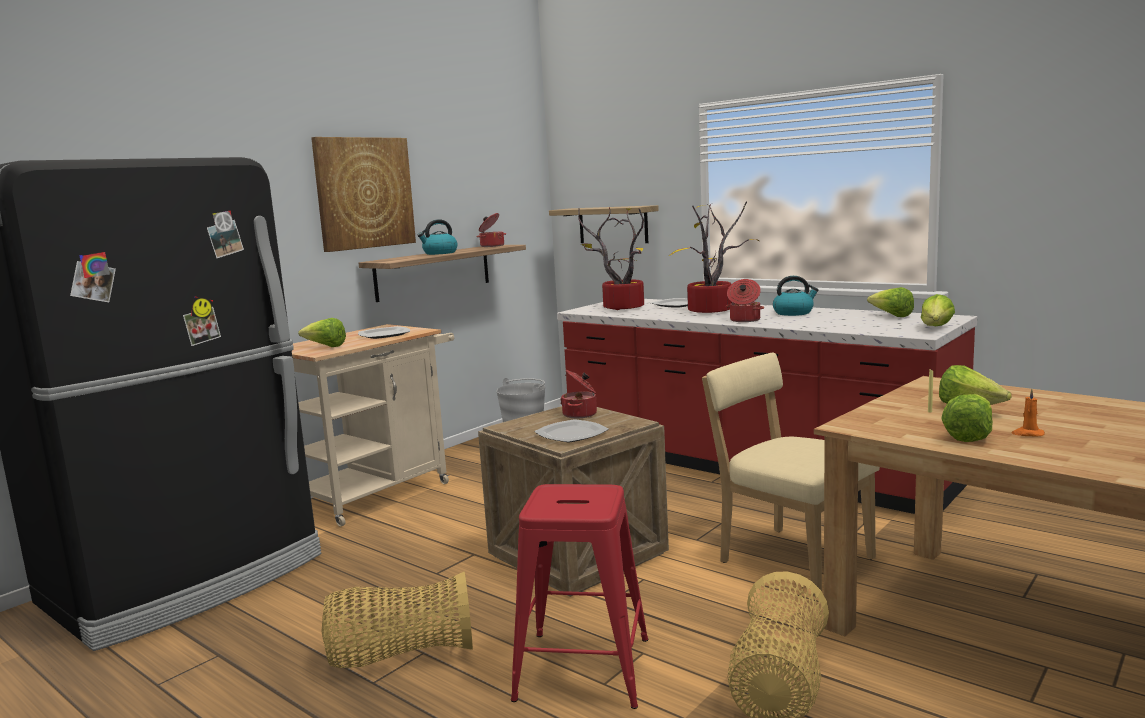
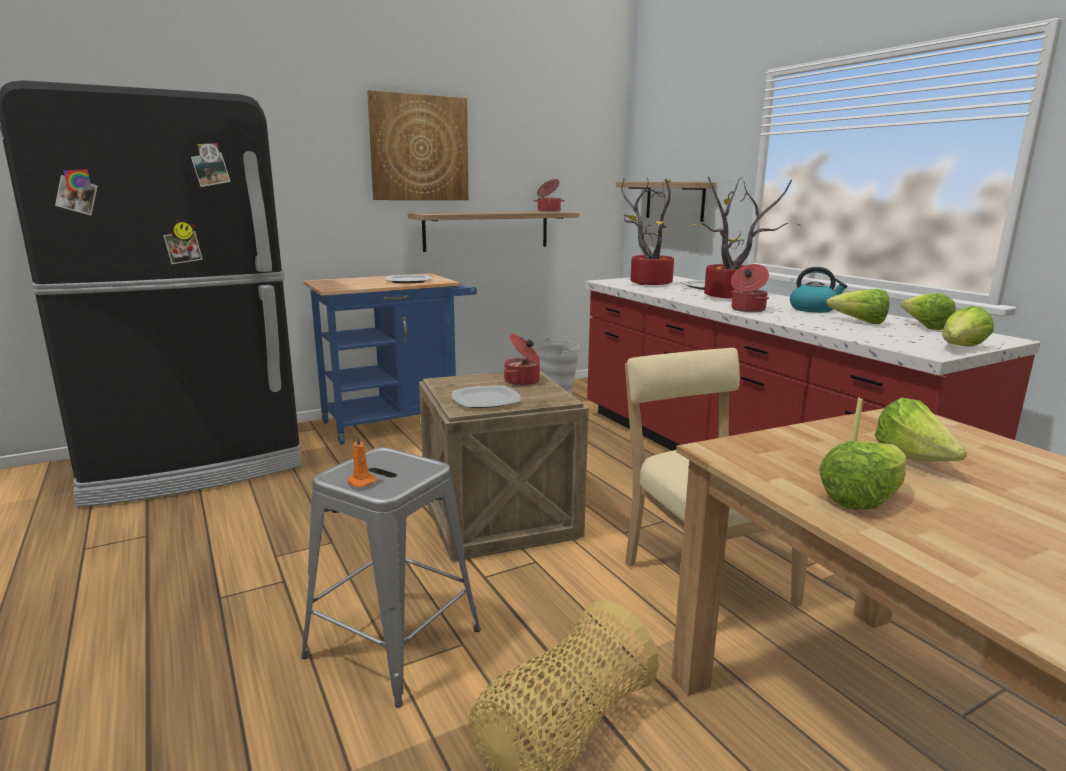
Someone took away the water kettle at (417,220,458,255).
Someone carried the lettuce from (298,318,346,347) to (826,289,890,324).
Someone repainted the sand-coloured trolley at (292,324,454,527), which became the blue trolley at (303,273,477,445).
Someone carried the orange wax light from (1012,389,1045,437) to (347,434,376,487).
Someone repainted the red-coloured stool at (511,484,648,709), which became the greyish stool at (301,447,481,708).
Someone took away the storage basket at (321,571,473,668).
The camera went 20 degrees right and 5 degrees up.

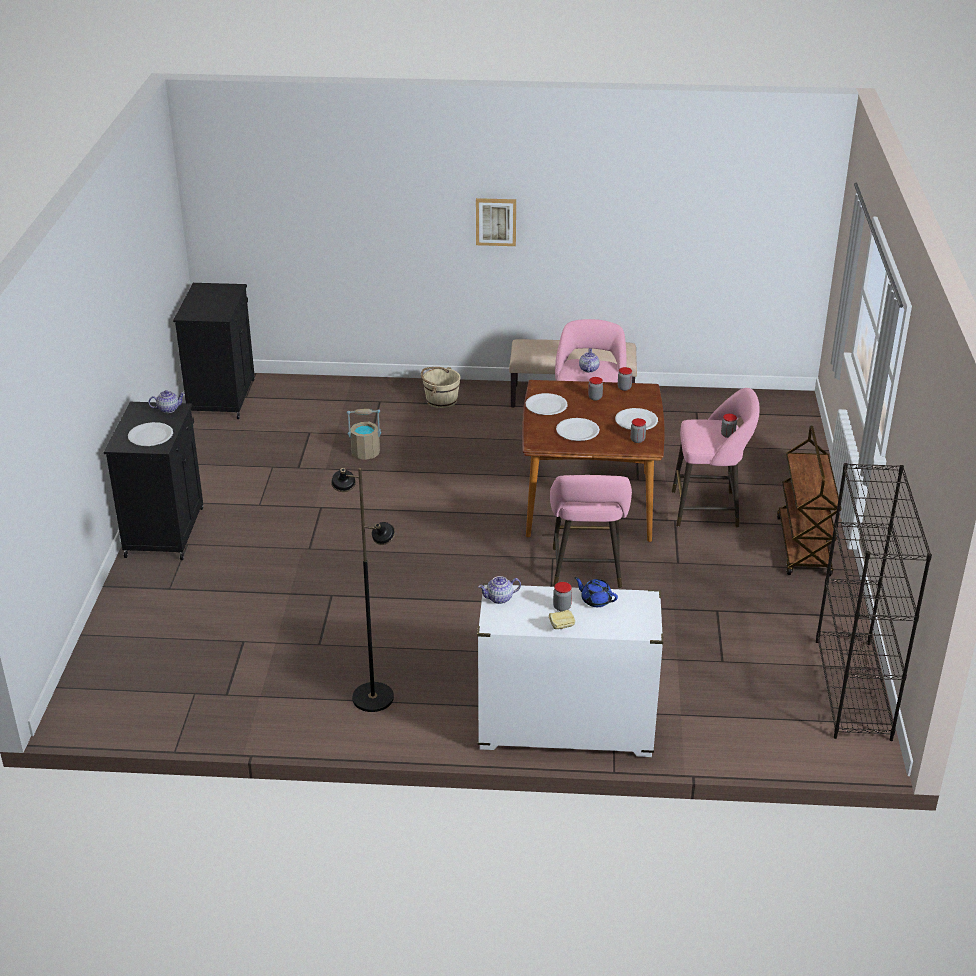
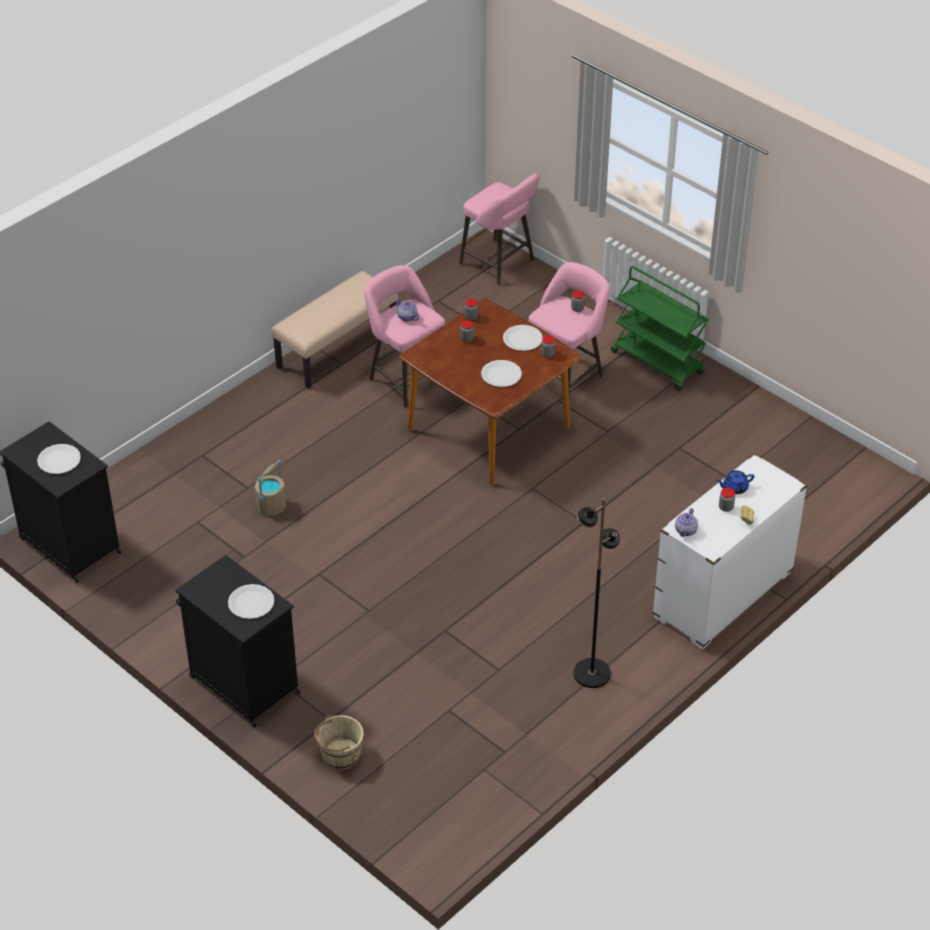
Someone took away the wall art at (476,198,516,246).
Someone carried the sand-coloured bucket from (421,367,460,408) to (314,715,364,770).
Someone took away the pot for tea at (148,390,185,413).
Someone carried the whitish plate from (525,393,568,415) to (37,444,81,474).
Someone repainted the brown-coloured trolley at (777,426,842,577), which became the greenish trolley at (611,266,709,390).
Someone took away the black-coloured bookcase at (816,463,932,741).
Someone carried the pinkish stool from (550,475,632,588) to (459,174,539,285).
The camera went 50 degrees left and 10 degrees up.

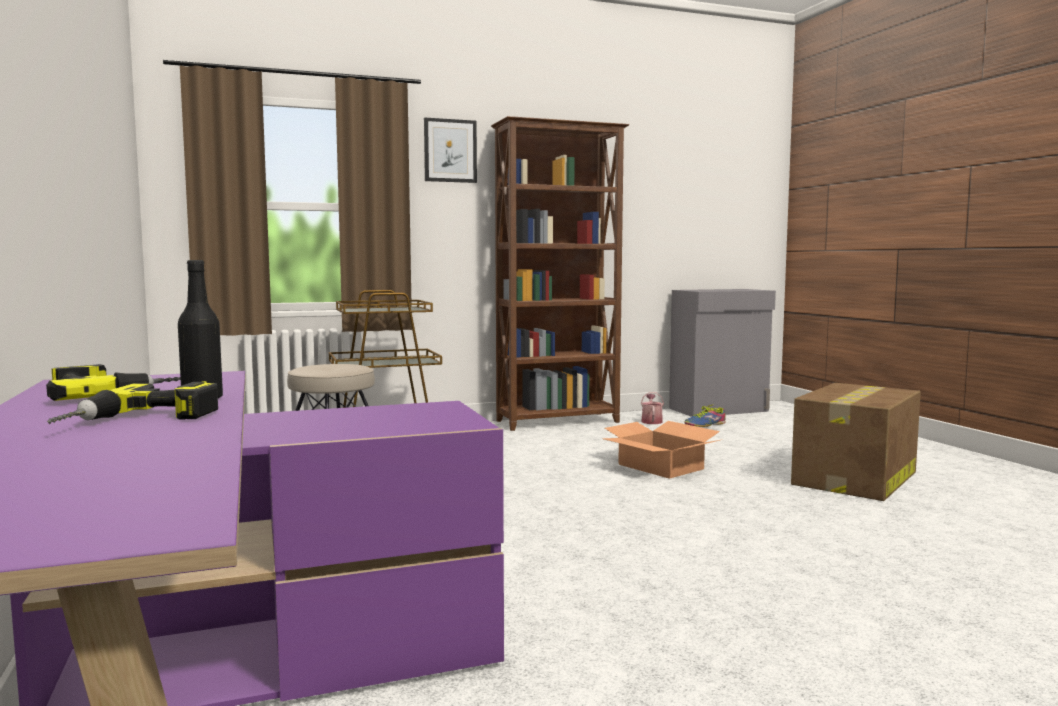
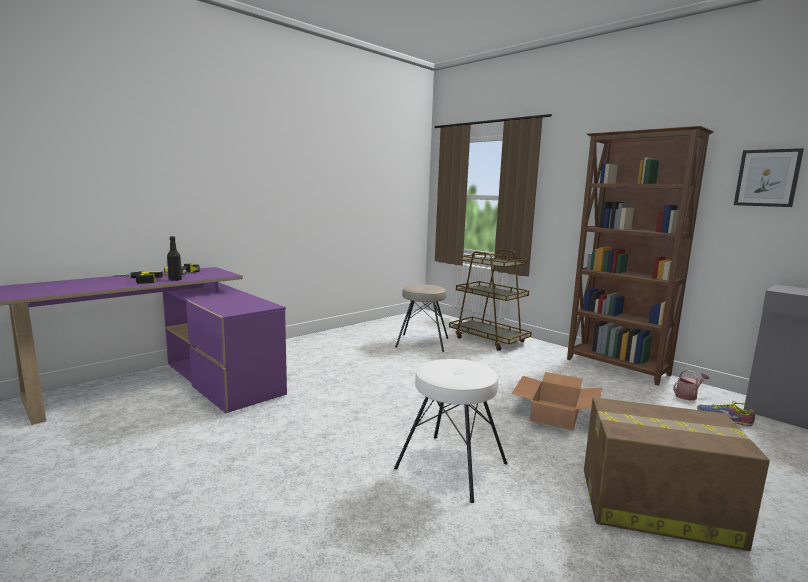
Someone carried the wall art from (424,118,477,183) to (734,148,804,207).
Someone put down the whitish stool at (394,359,508,503).
The camera went 65 degrees right and 5 degrees up.

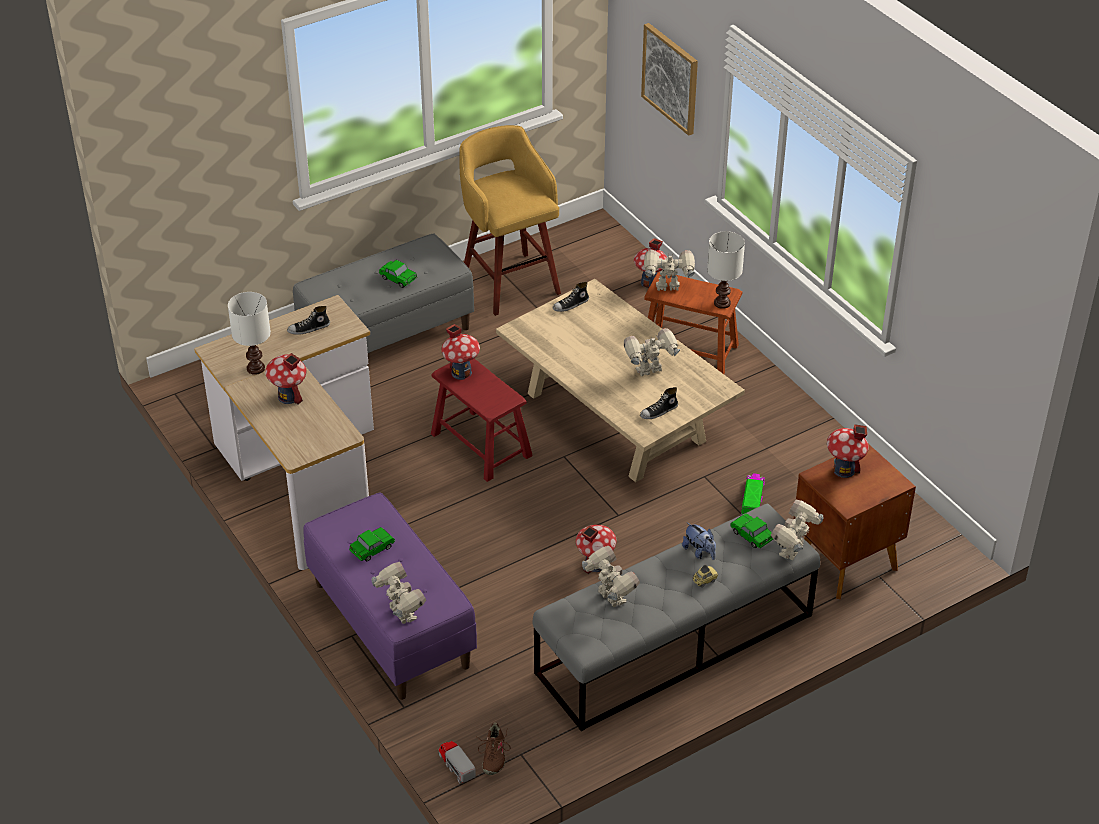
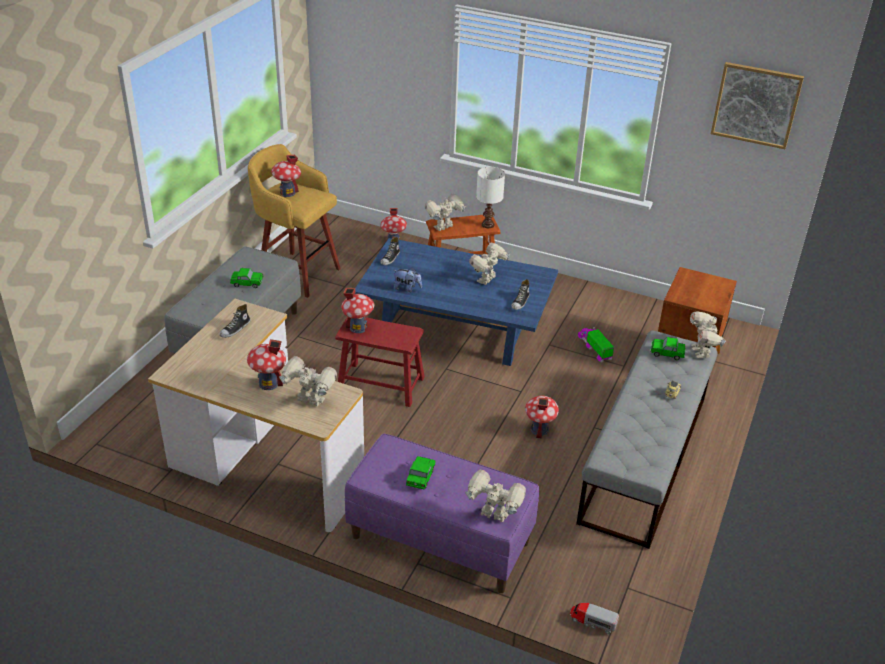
Someone carried the wall art from (641,23,698,136) to (711,62,804,149).
Someone repainted the sand-coloured coffee table at (496,279,745,482), which became the blue coffee table at (355,238,558,366).
Someone took away the whitish table lamp at (228,292,271,375).
Someone carried the miniature house from (827,424,869,478) to (271,155,301,197).
Someone carried the cuddly toy from (682,522,716,560) to (393,268,422,292).
Someone carried the robot figure from (582,546,640,607) to (279,356,337,406).
Someone took away the brown-coloured item of footwear at (477,723,510,775).
The camera went 35 degrees left and 5 degrees down.

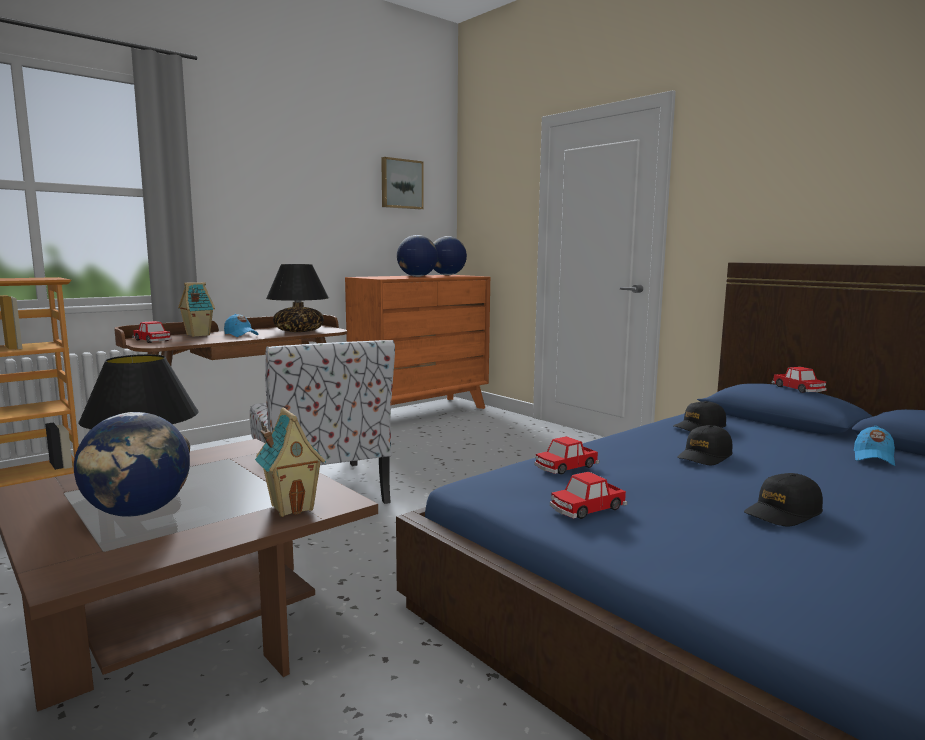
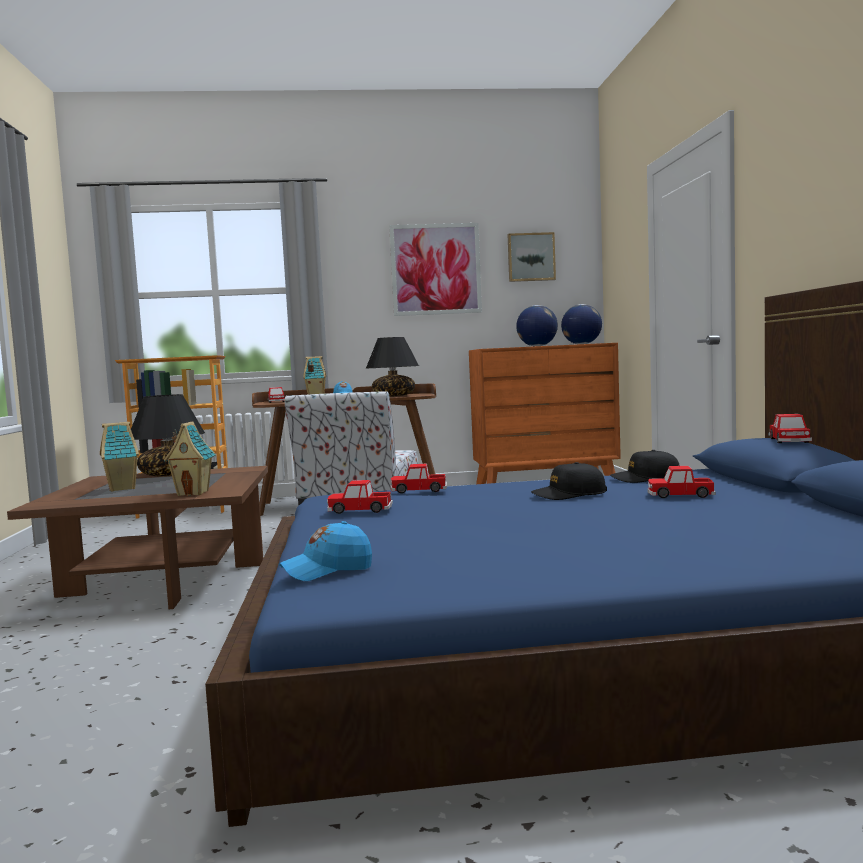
Someone swapped the desk globe at (74,412,190,517) for the miniature house at (100,422,139,492).
Someone carried the blue peaked cap from (854,426,895,466) to (279,521,372,581).
Someone took away the black-coloured peaked cap at (744,473,823,526).
Someone put up the wall art at (389,223,482,316).
Someone put down the toy car at (647,466,716,498).
The camera went 35 degrees right and 5 degrees down.

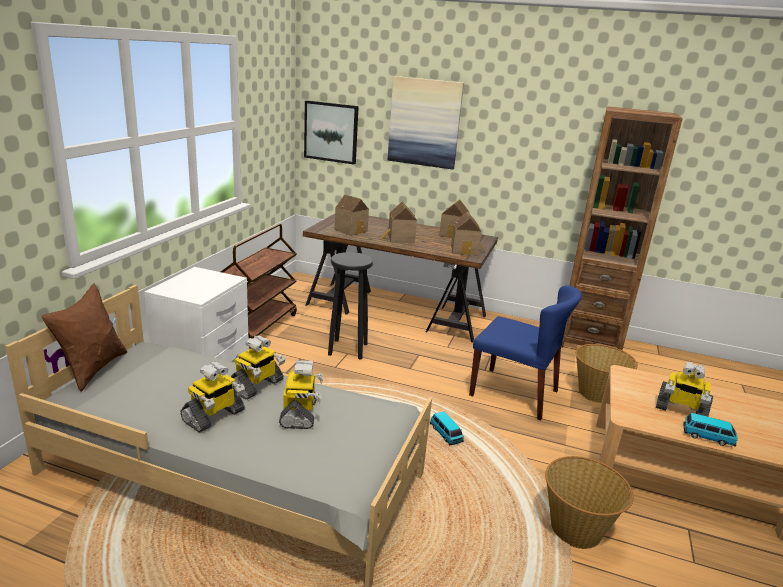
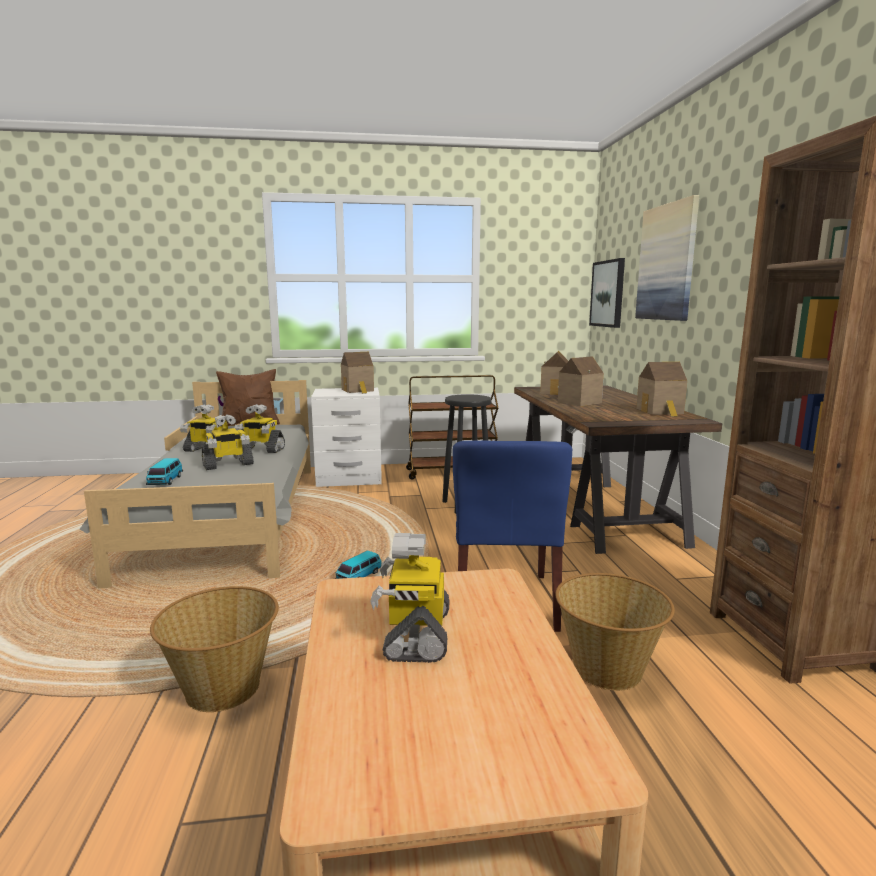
Someone carried the miniature house from (451,212,485,255) to (341,352,374,394).
Someone carried the toy car from (684,413,738,447) to (146,458,183,485).
The camera went 65 degrees right and 10 degrees down.

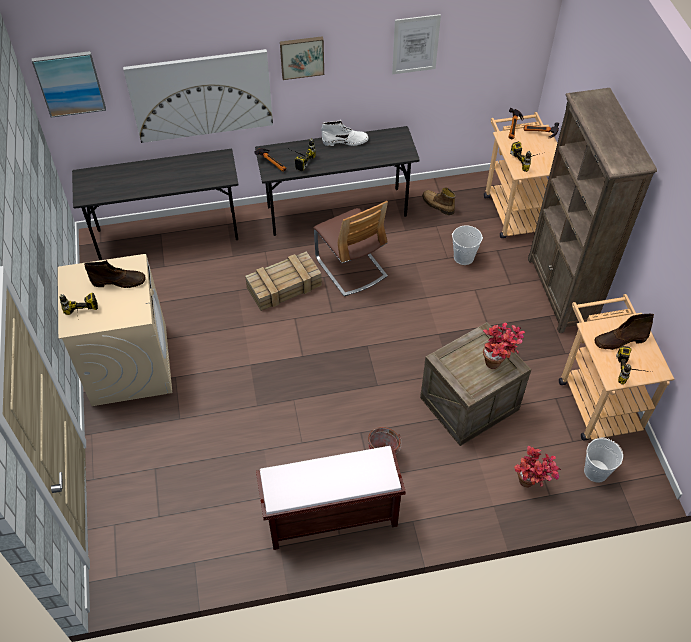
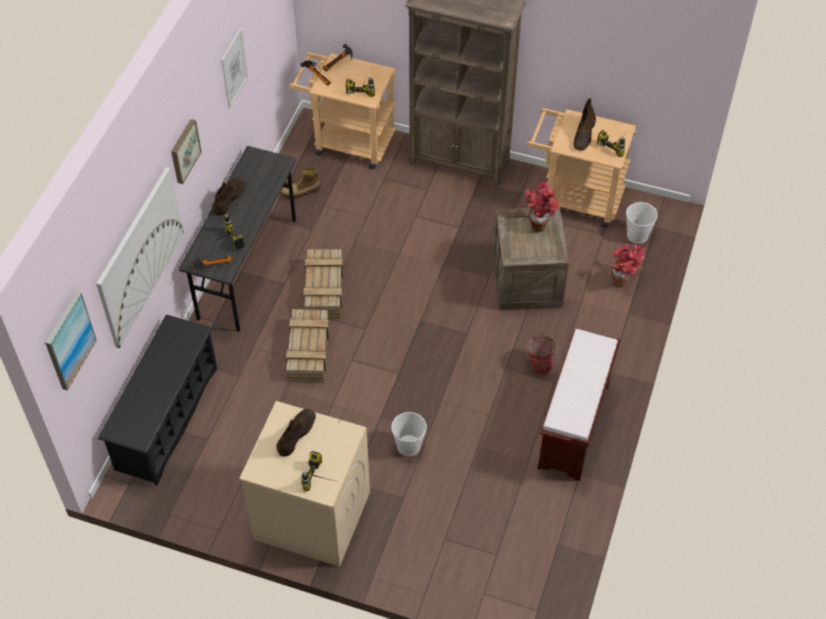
Someone repainted the whitish tall boot at (321,120,369,146), which became the brown-coloured tall boot at (212,177,245,216).
Someone swapped the greyish desk at (72,149,239,260) for the black-coloured shoe shelf at (97,315,217,486).
Someone swapped the chair at (314,201,388,296) for the crate at (303,249,343,318).
Someone carried the whitish bucket from (452,225,483,265) to (391,412,427,456).
The camera went 60 degrees left and 0 degrees up.

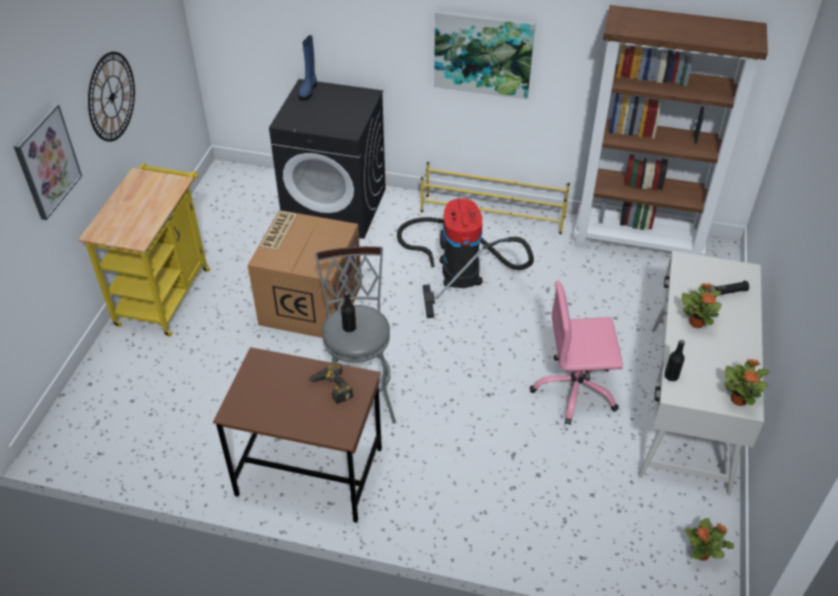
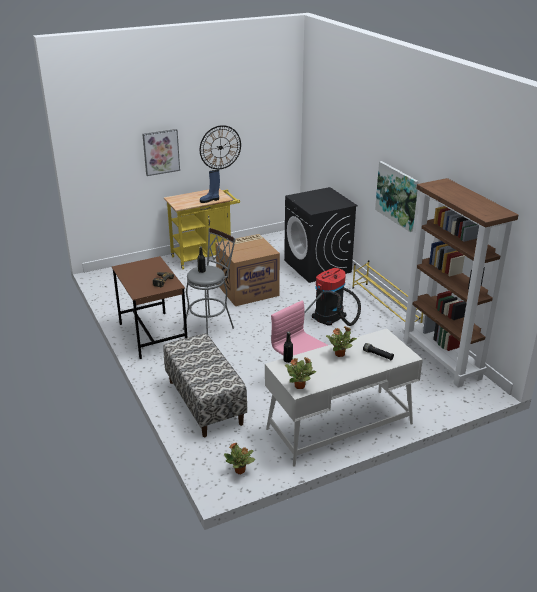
Someone carried the blue tall boot from (298,35,317,101) to (200,170,220,203).
Someone put down the indoor bench at (163,333,247,437).
The camera went 50 degrees right and 15 degrees down.

